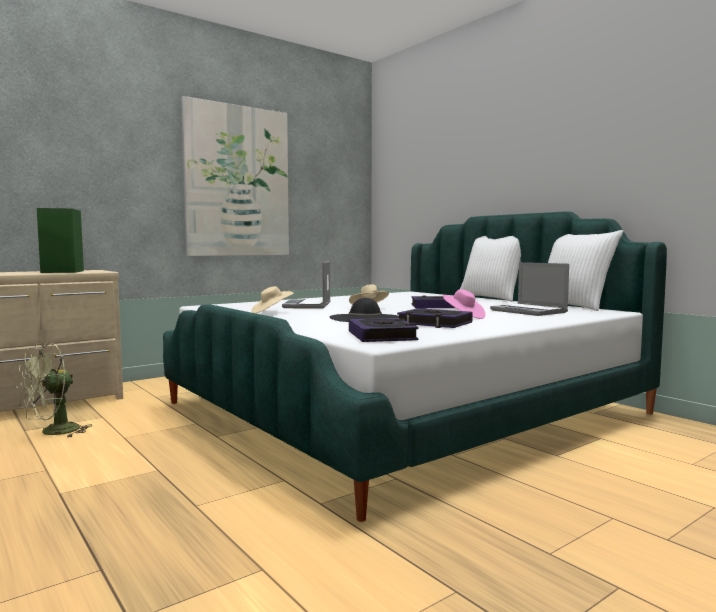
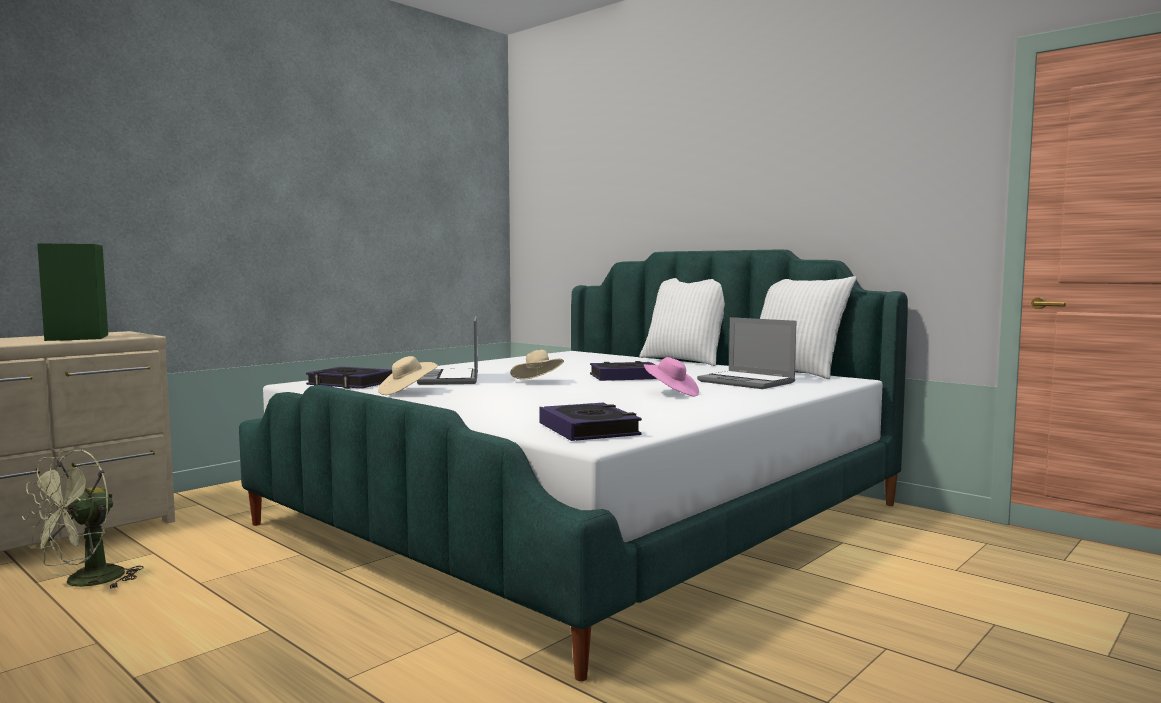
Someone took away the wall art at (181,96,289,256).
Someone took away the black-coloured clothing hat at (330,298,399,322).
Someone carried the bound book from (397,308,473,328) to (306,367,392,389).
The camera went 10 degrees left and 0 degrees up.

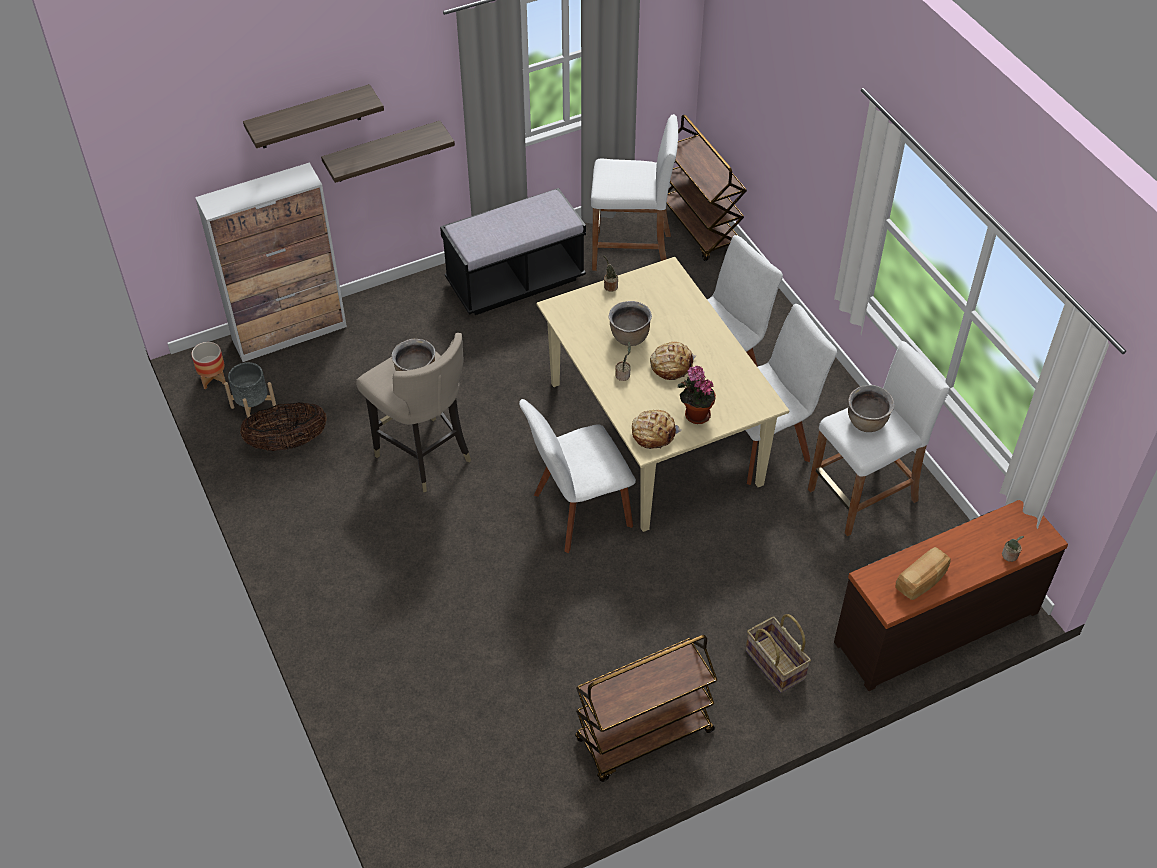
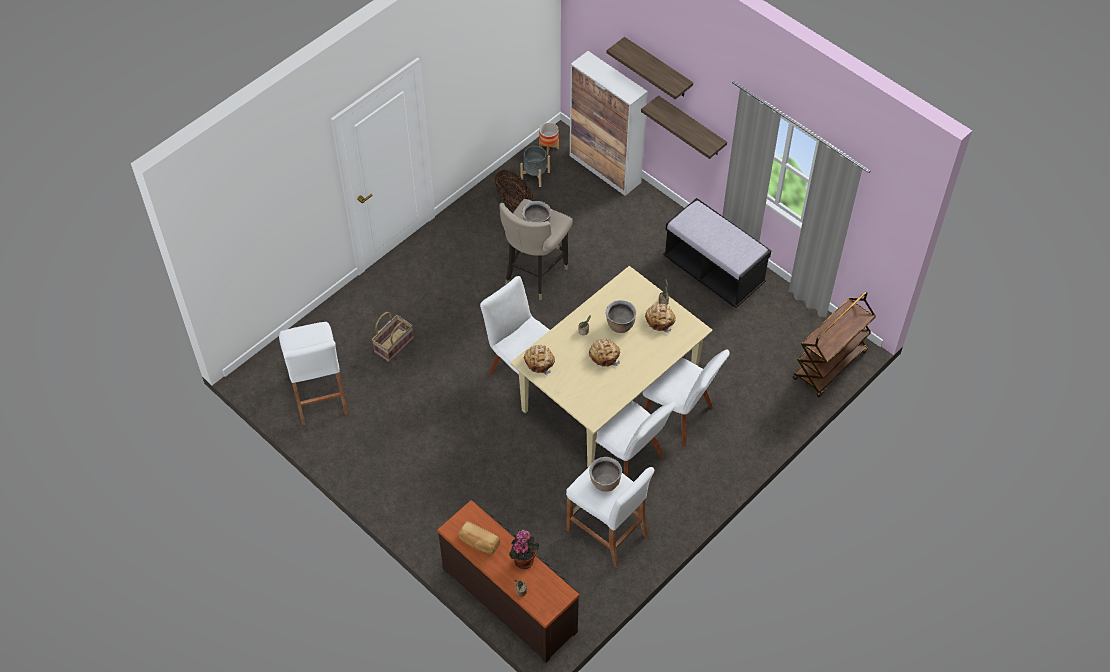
Someone carried the whitish stool from (591,114,678,271) to (279,322,348,425).
Someone carried the potted plant from (678,366,716,424) to (509,529,539,569).
Someone carried the storage basket from (746,614,811,693) to (372,312,414,362).
Someone took away the brown-coloured trolley at (575,635,717,782).
Someone put down the bread at (645,304,676,333).
The camera went 70 degrees right and 5 degrees up.

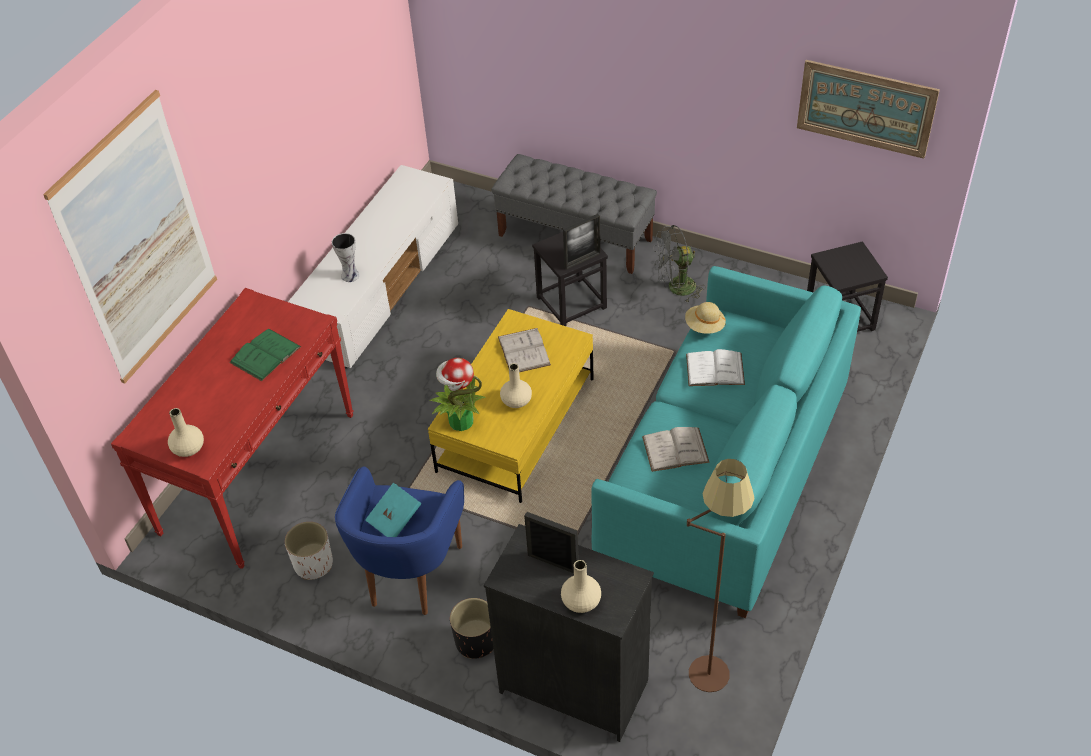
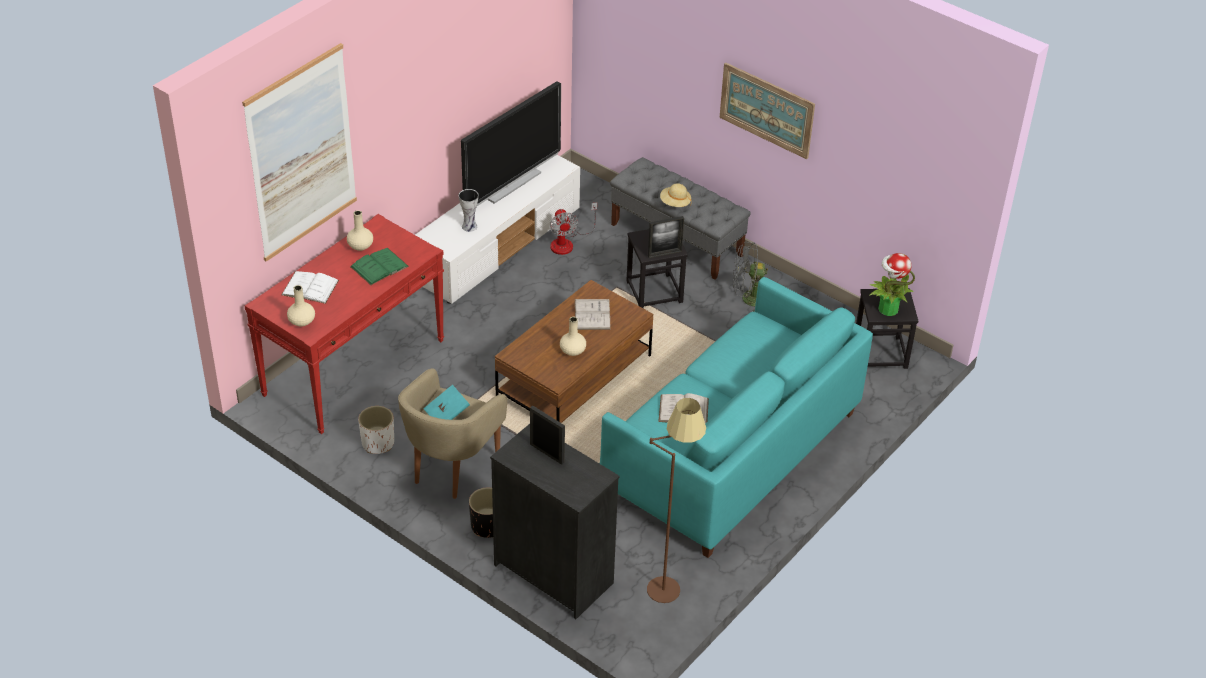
Someone carried the wall art from (797,60,940,159) to (719,63,815,159).
Someone carried the sand-coloured clothing hat from (685,302,726,334) to (660,183,691,207).
Someone repainted the yellow coffee table at (428,309,594,503), which became the brown-coloured coffee table at (495,280,653,423).
Someone carried the whitish bound book from (686,349,745,386) to (281,271,339,304).
Someone carried the potted plant from (430,358,486,431) to (869,253,915,316).
Someone repainted the blue armchair at (335,467,464,615), which became the sand-coloured armchair at (398,368,507,499).
Someone carried the sand-coloured flower vase from (561,560,601,613) to (347,210,373,251).
Someone put down the TV at (461,81,561,206).
Someone put down the fan at (550,202,597,255).
The camera went 10 degrees right and 5 degrees down.

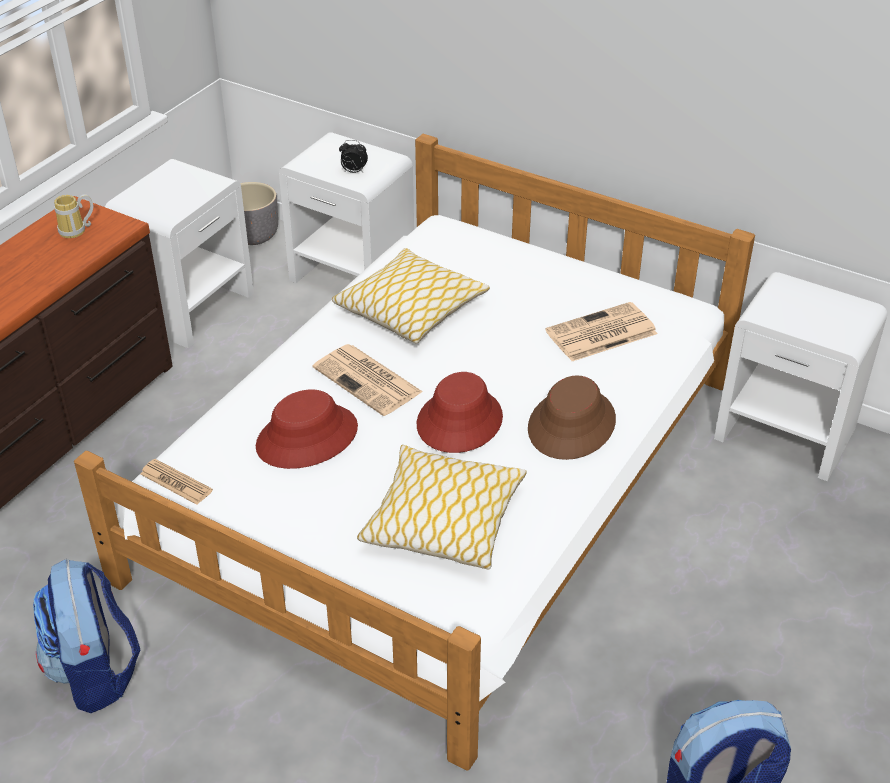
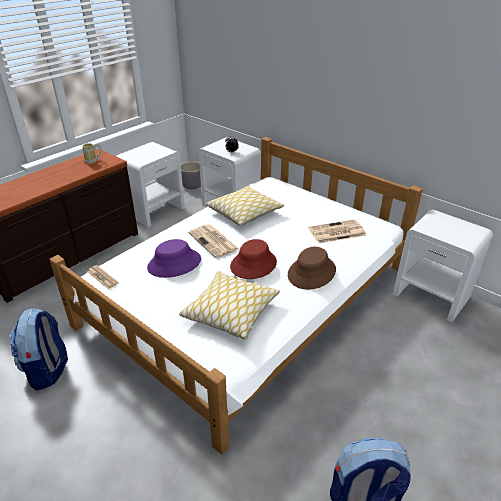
Someone repainted the red-coloured clothing hat at (256,389,358,469), which became the purple clothing hat at (147,239,201,278).
The camera went 10 degrees right and 5 degrees down.

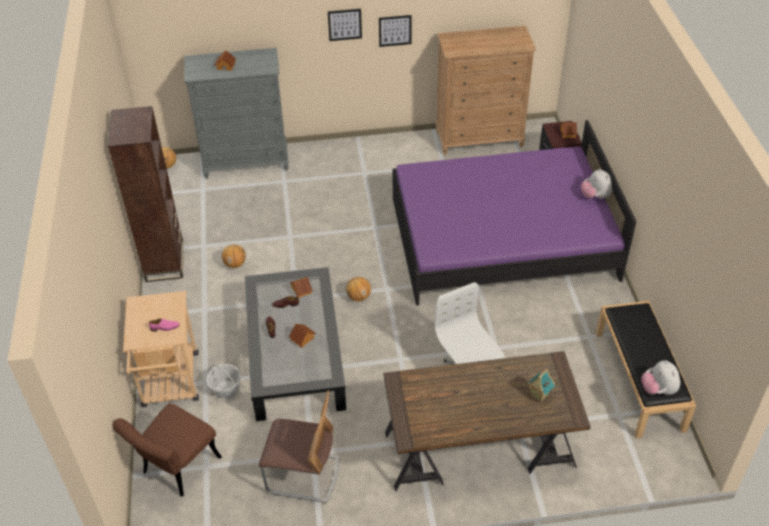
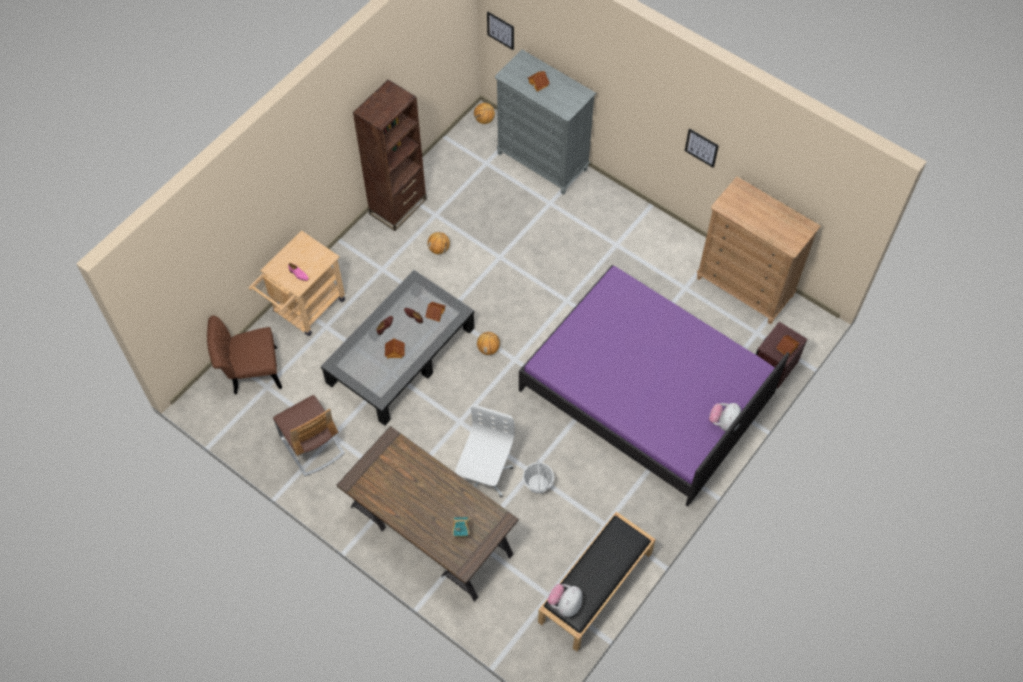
Someone carried the wall art from (328,9,362,41) to (487,12,514,50).
Someone carried the storage basket from (207,364,241,398) to (523,459,554,494).
The camera went 45 degrees right and 15 degrees up.

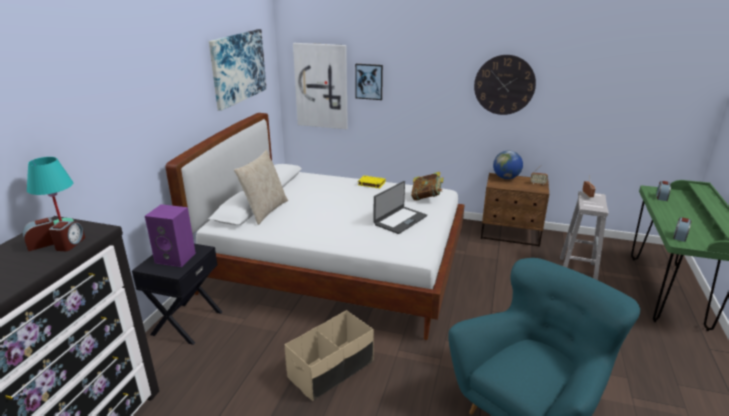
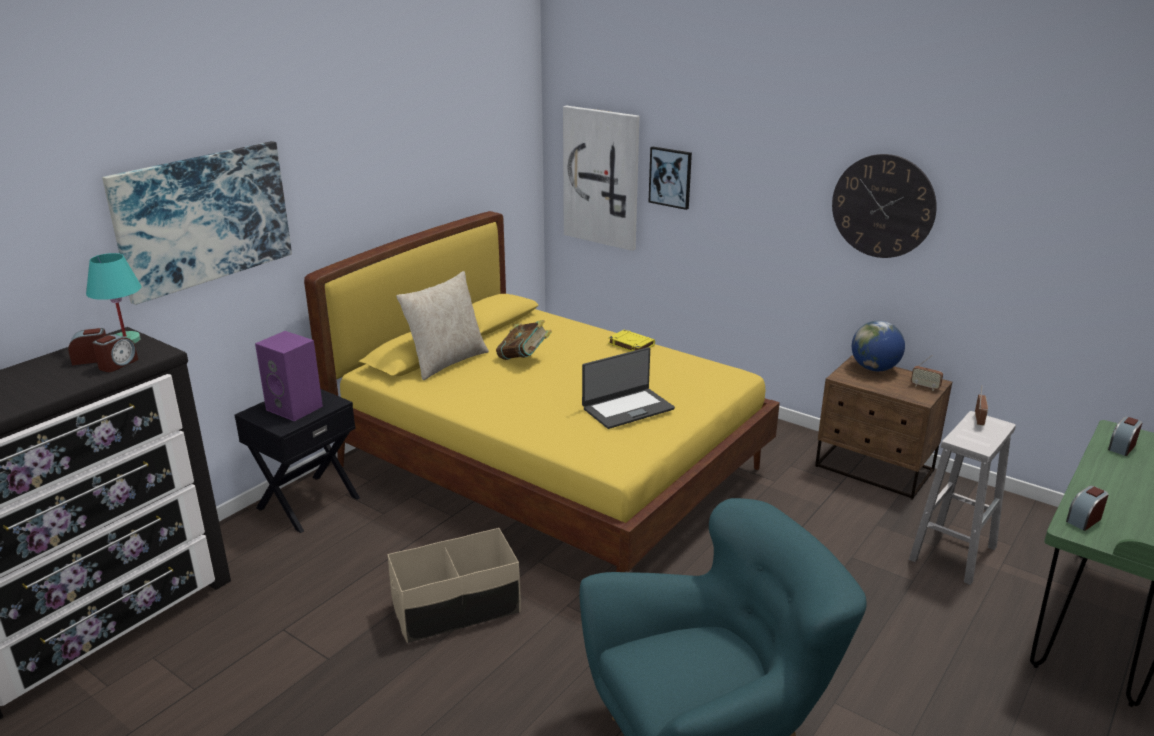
Someone carried the wall art from (209,29,266,111) to (102,141,292,305).
Someone repainted the whitish bed at (165,113,464,340), which became the yellow bed at (304,211,780,572).
Someone carried the bound book from (411,172,444,200) to (496,320,552,360).
The camera went 20 degrees right and 0 degrees up.

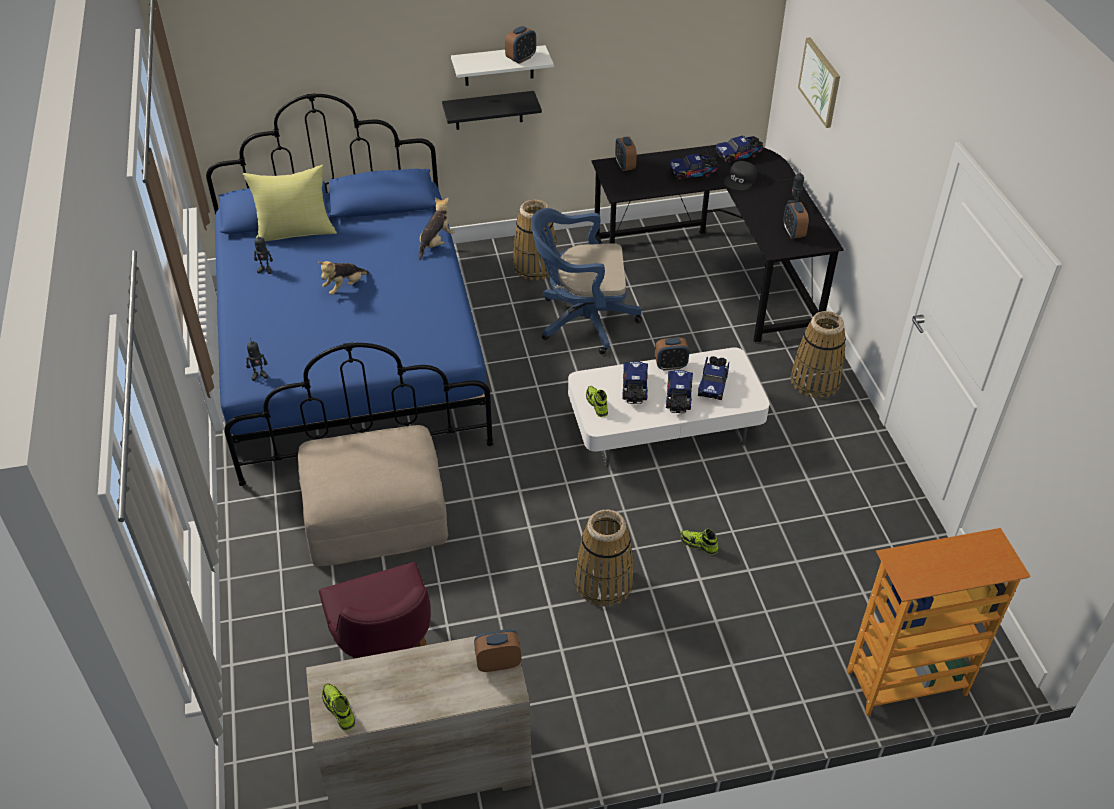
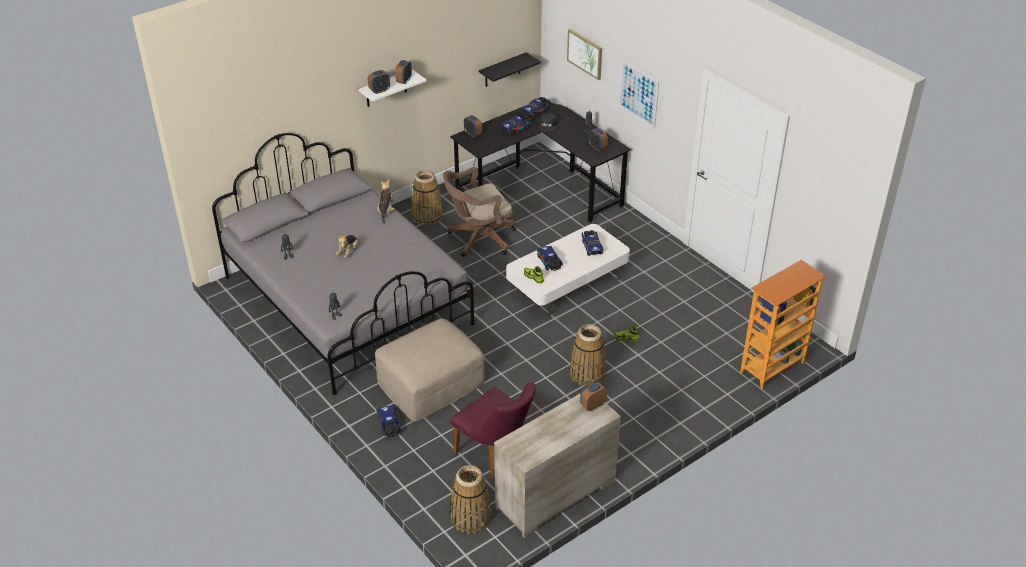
Someone carried the black-coloured shelf from (442,91,542,130) to (479,52,541,87).
Someone repainted the blue bed at (206,93,493,486), which became the greyish bed at (212,133,475,395).
Someone took away the yellow pillow at (243,165,337,241).
Someone repainted the blue office chair at (531,208,642,355), which became the brown-coloured office chair at (443,167,516,257).
Someone carried the storage basket from (790,311,846,398) to (450,465,491,534).
Someone carried the alarm clock from (655,338,689,371) to (368,70,390,94).
Someone carried the toy truck from (666,370,693,413) to (376,406,401,438).
Someone took away the item of footwear at (322,683,355,731).
Someone put up the wall art at (619,60,659,129).
The camera went 25 degrees left and 5 degrees down.

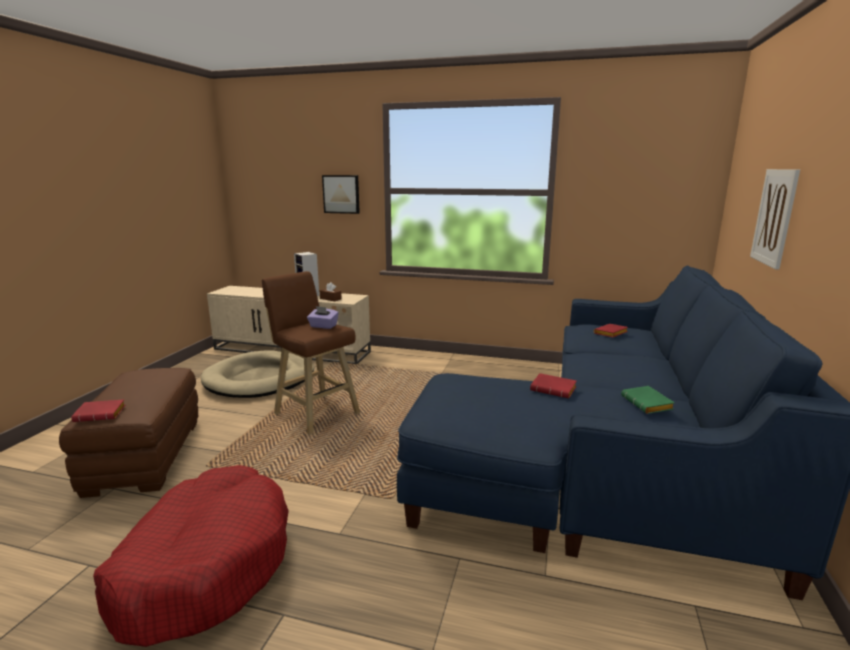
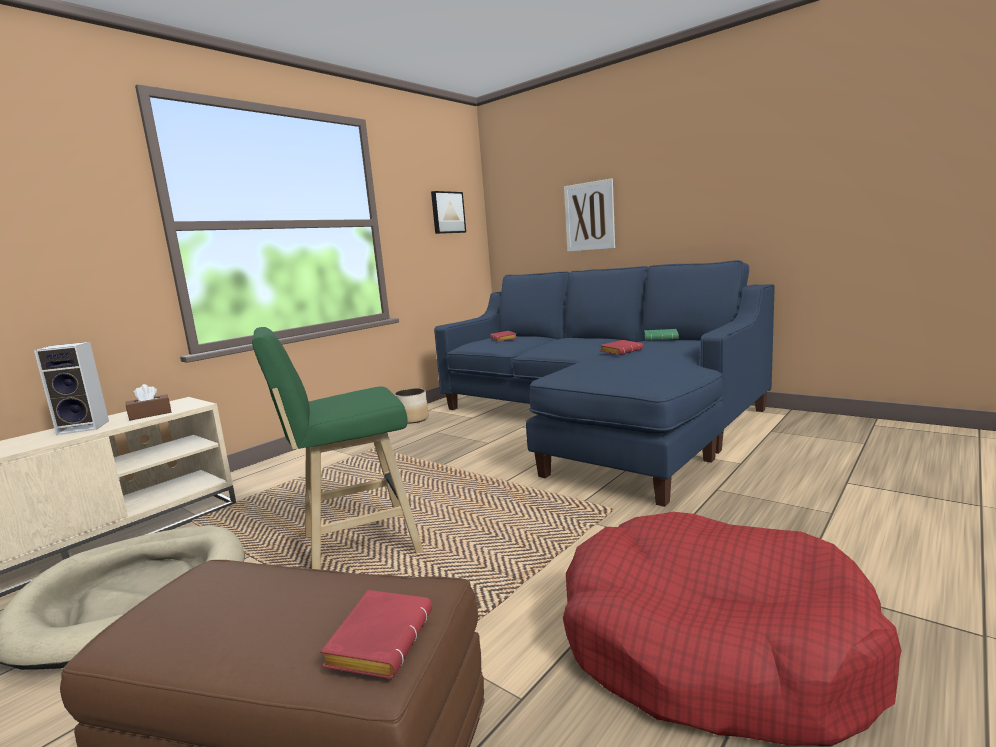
Someone carried the wall art from (322,175,360,214) to (431,191,466,234).
Someone repainted the brown-coloured stool at (262,271,360,435), which became the greenish stool at (252,327,423,570).
Someone took away the purple box of tissues at (307,306,339,329).
Someone put down the plant pot at (394,388,429,424).
The camera went 65 degrees left and 5 degrees down.

